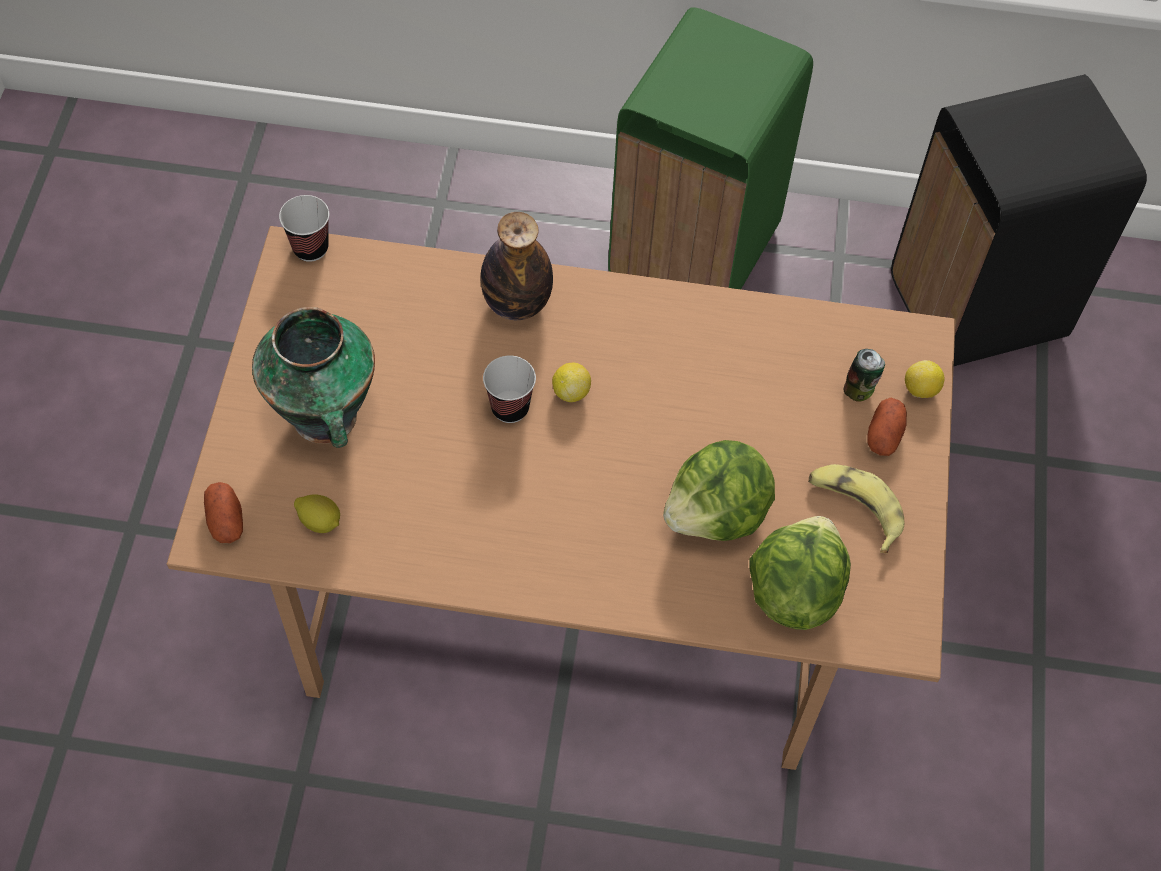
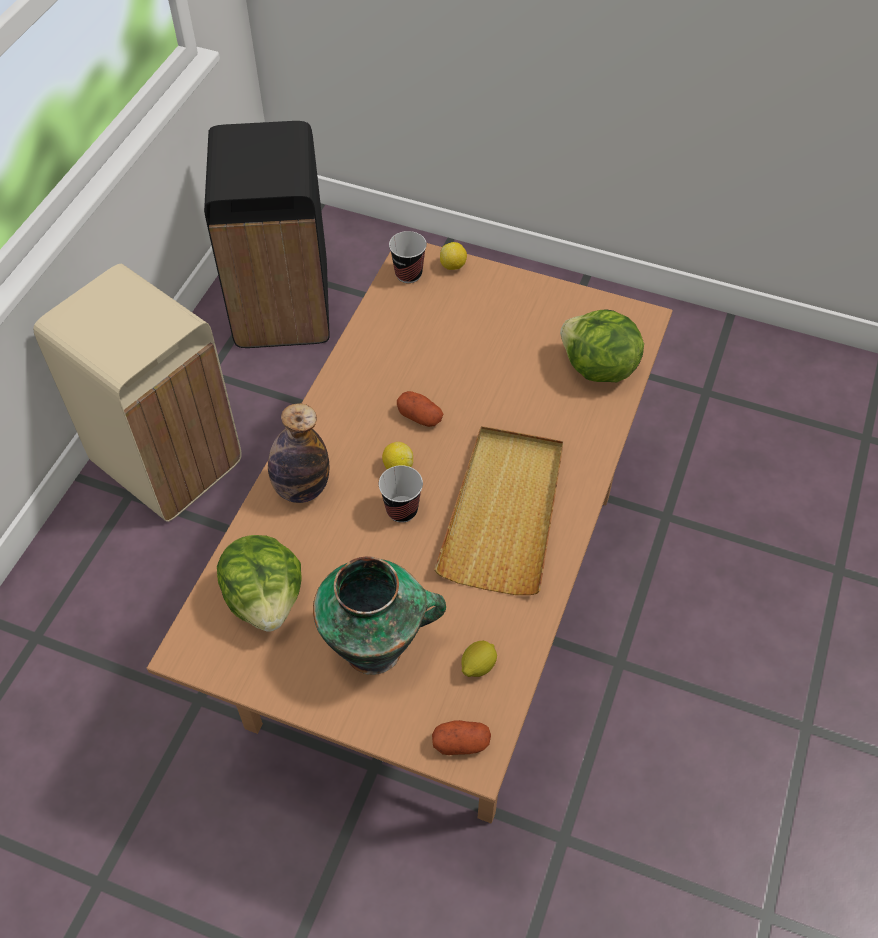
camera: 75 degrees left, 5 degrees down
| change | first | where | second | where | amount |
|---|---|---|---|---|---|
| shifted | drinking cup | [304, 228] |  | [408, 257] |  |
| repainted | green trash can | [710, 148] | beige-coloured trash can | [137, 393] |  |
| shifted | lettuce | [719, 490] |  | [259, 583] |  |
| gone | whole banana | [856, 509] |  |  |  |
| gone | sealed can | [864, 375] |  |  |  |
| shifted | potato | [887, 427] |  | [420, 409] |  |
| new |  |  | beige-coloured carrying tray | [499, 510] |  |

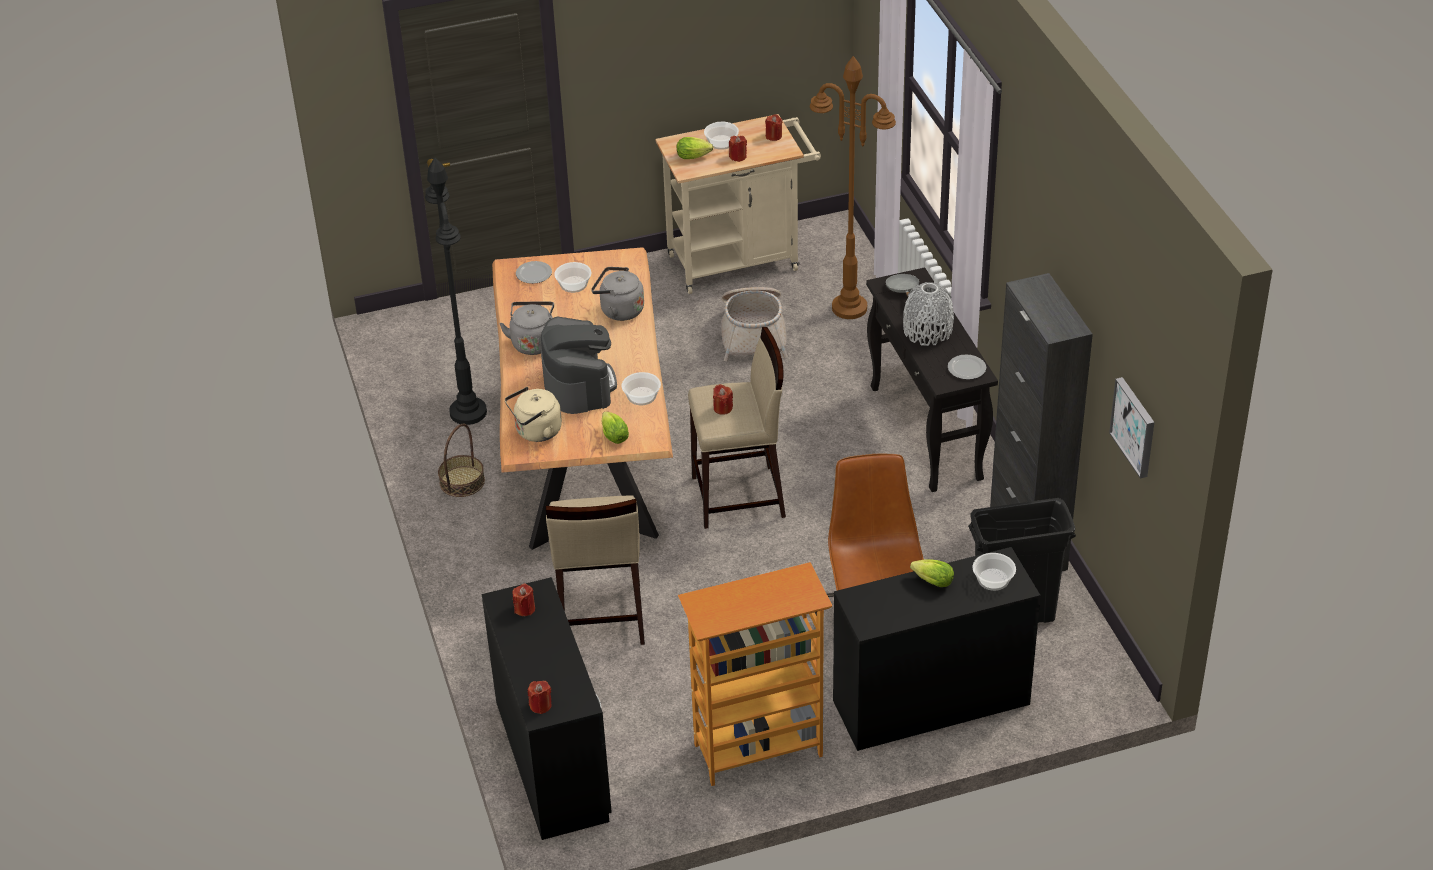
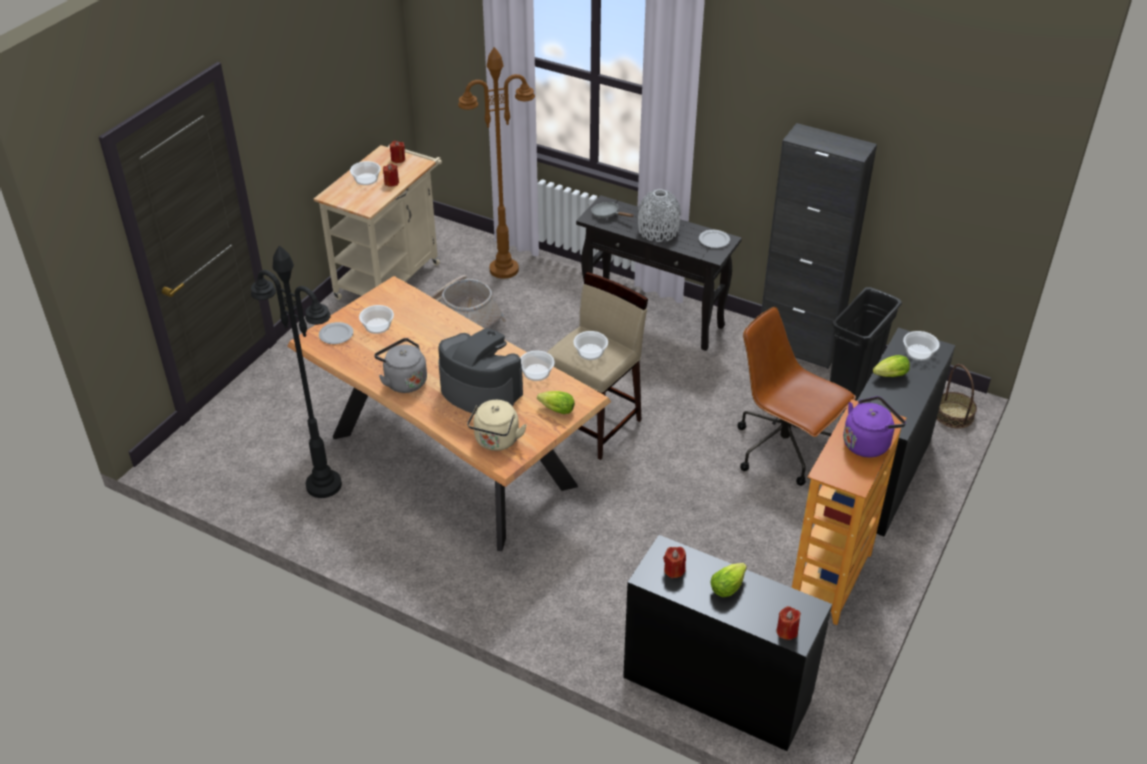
camera: 45 degrees left, 0 degrees up
| change | first | where | second | where | amount |
|---|---|---|---|---|---|
| shifted | basket | [461, 460] |  | [957, 396] |  |
| gone | beige-coloured stool seat | [595, 570] |  |  |  |
| gone | grey tea kettle | [617, 294] |  |  |  |
| shifted | lettuce | [695, 148] |  | [728, 580] |  |
| swapped | reddish wax light | [723, 399] | deep dish | [590, 345] |  |
| gone | wall art | [1131, 427] |  |  |  |
| new |  |  | purple-coloured tea kettle | [874, 427] |  |

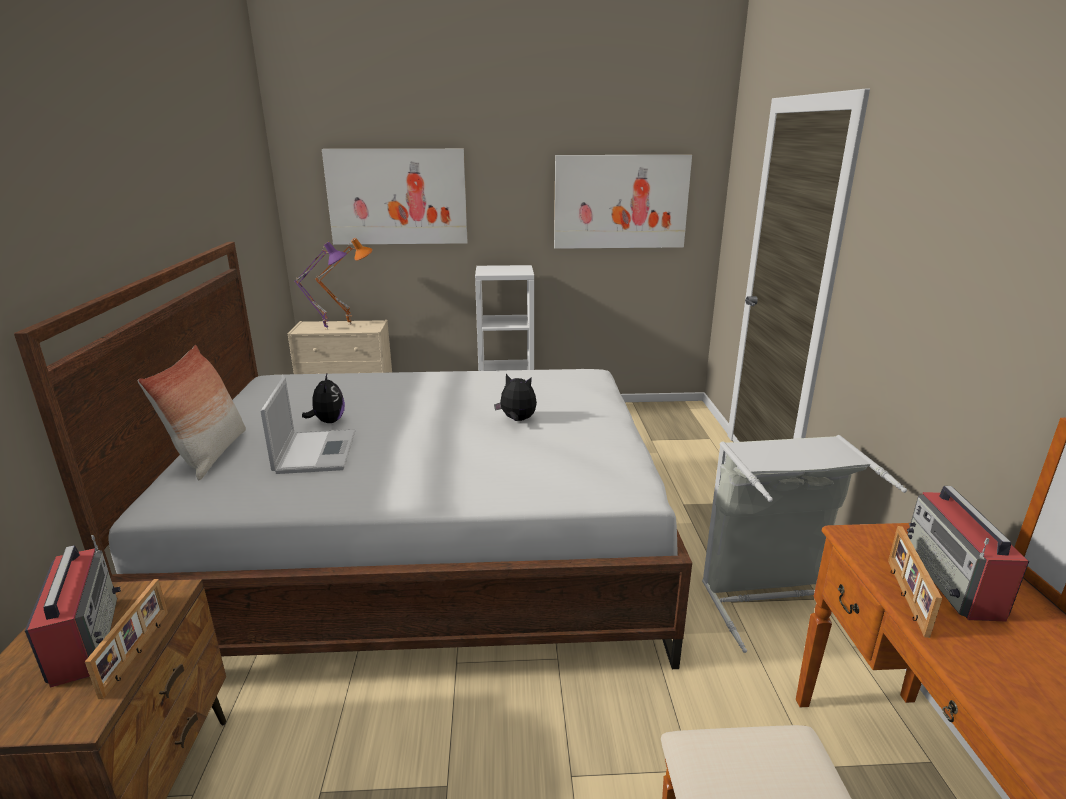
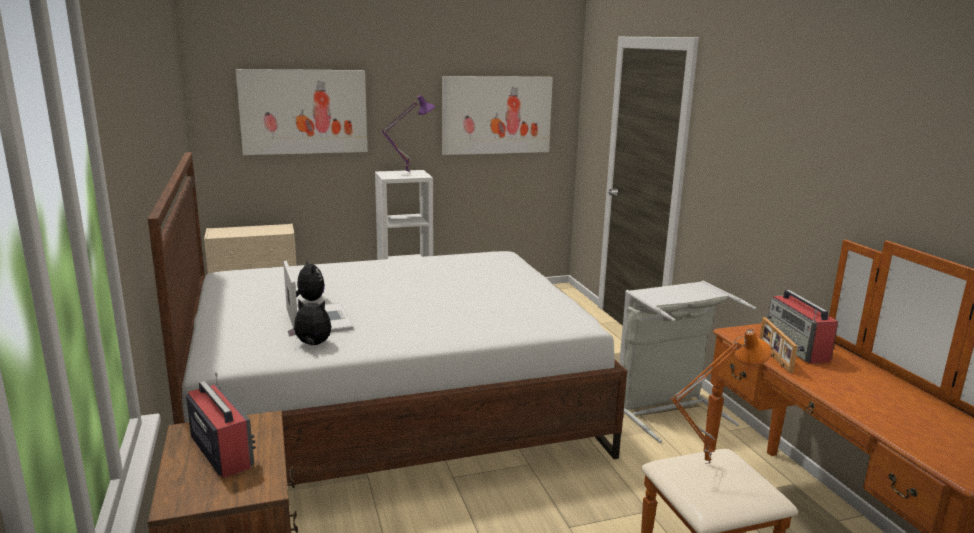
camera: 15 degrees left, 5 degrees down
| change | first | where | second | where | amount |
|---|---|---|---|---|---|
| gone | photo frame | [126, 639] |  |  |  |
| gone | pillow | [192, 412] |  |  |  |
| shifted | purple-coloured tabletop lamp | [320, 286] |  | [408, 134] |  |
| shifted | orange tabletop lamp | [344, 280] |  | [721, 396] |  |
| shifted | plush toy | [515, 397] |  | [309, 322] |  |

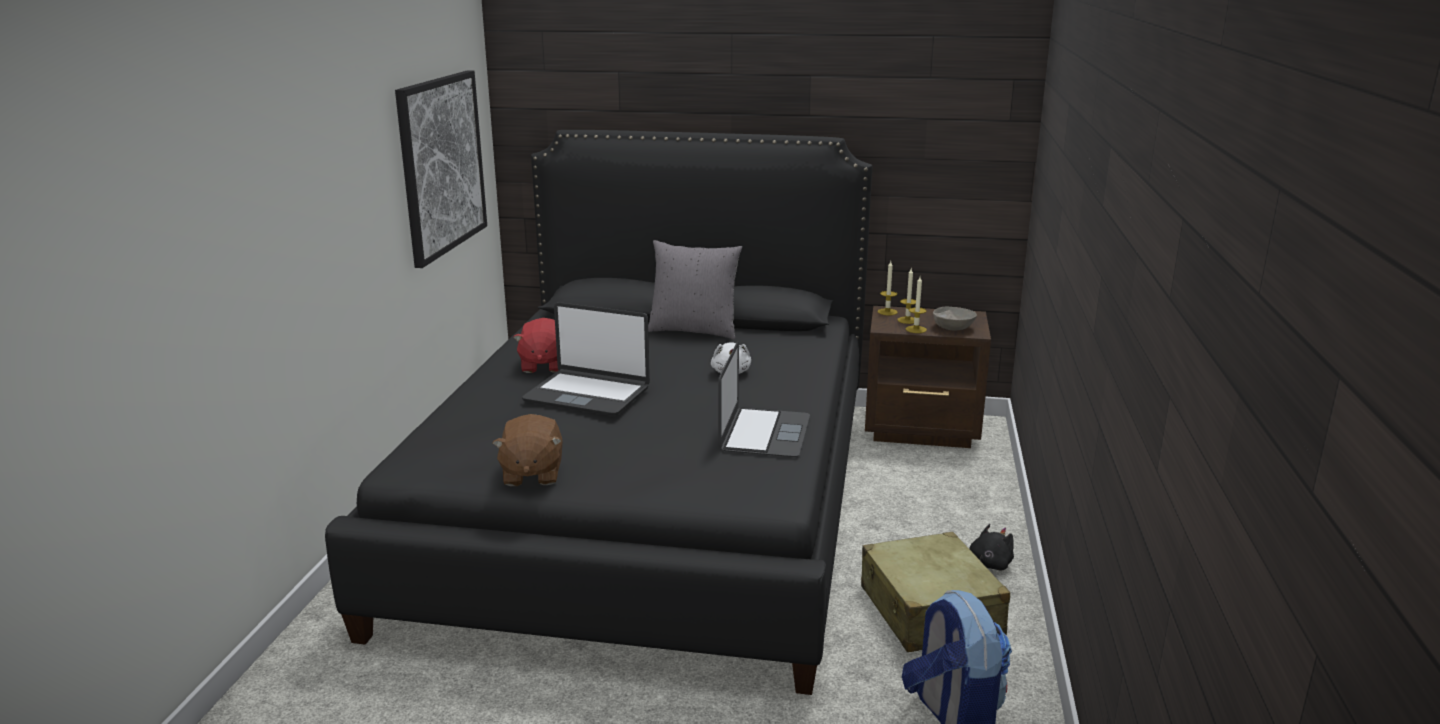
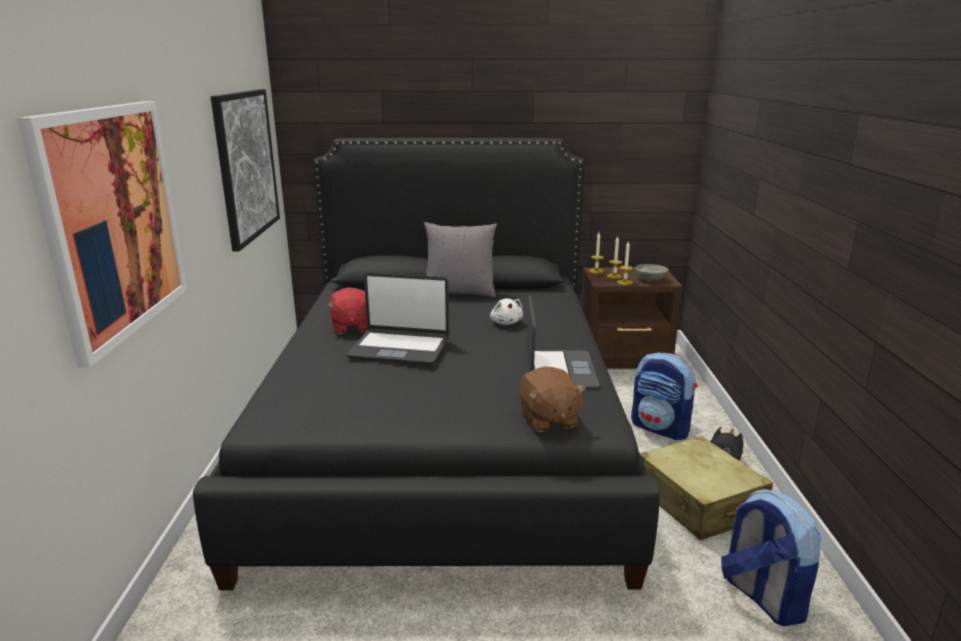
camera: 10 degrees left, 0 degrees up
| change | first | where | second | where | amount |
|---|---|---|---|---|---|
| shifted | brownish plush toy | [528, 450] |  | [552, 399] |  |
| new |  |  | wall art | [102, 234] |  |
| new |  |  | backpack | [664, 396] |  |

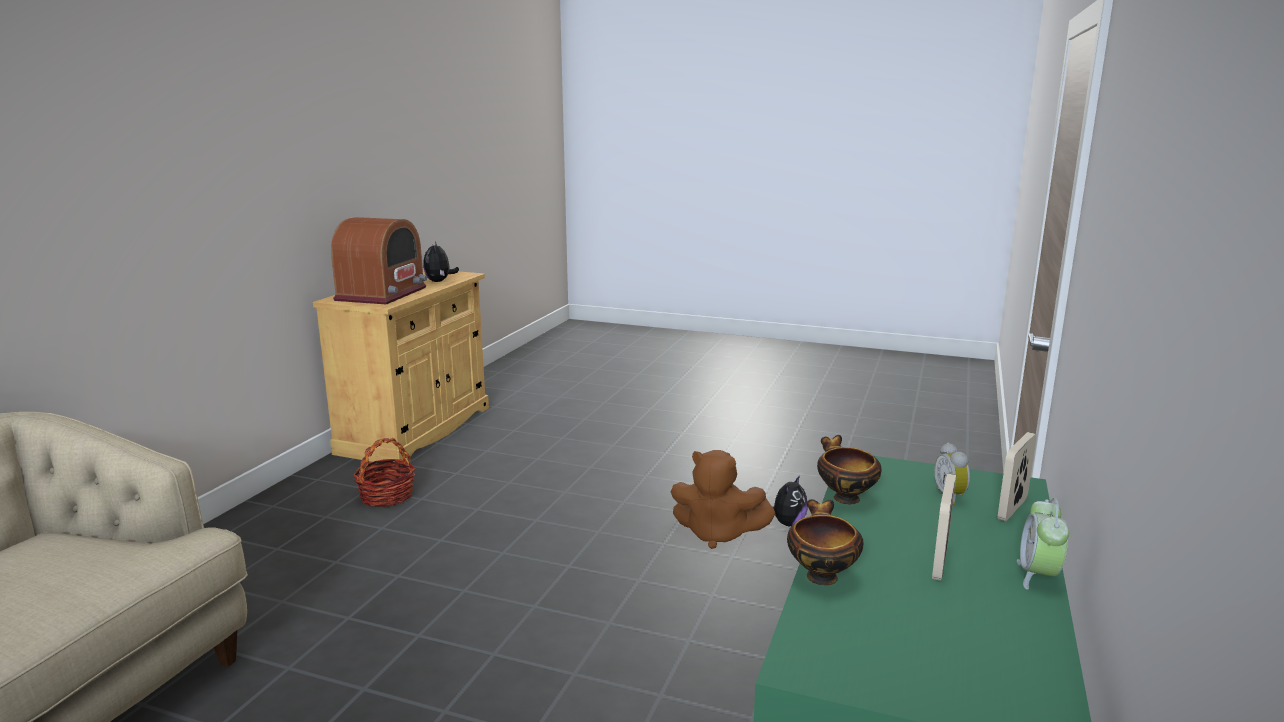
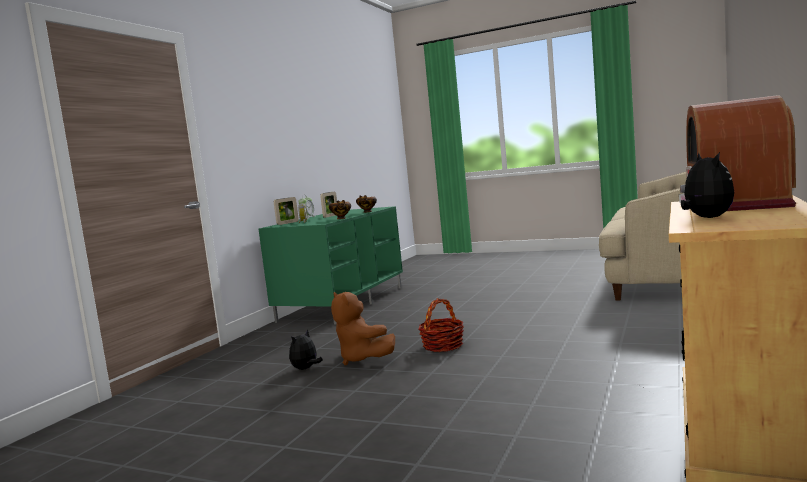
camera: 175 degrees left, 10 degrees down
| change | first | where | second | where | amount |
|---|---|---|---|---|---|
| shifted | basket | [384, 472] |  | [441, 325] |  |
| rotated | brownish plush toy | [723, 499] |  | [363, 328] | 150 degrees counterclockwise |

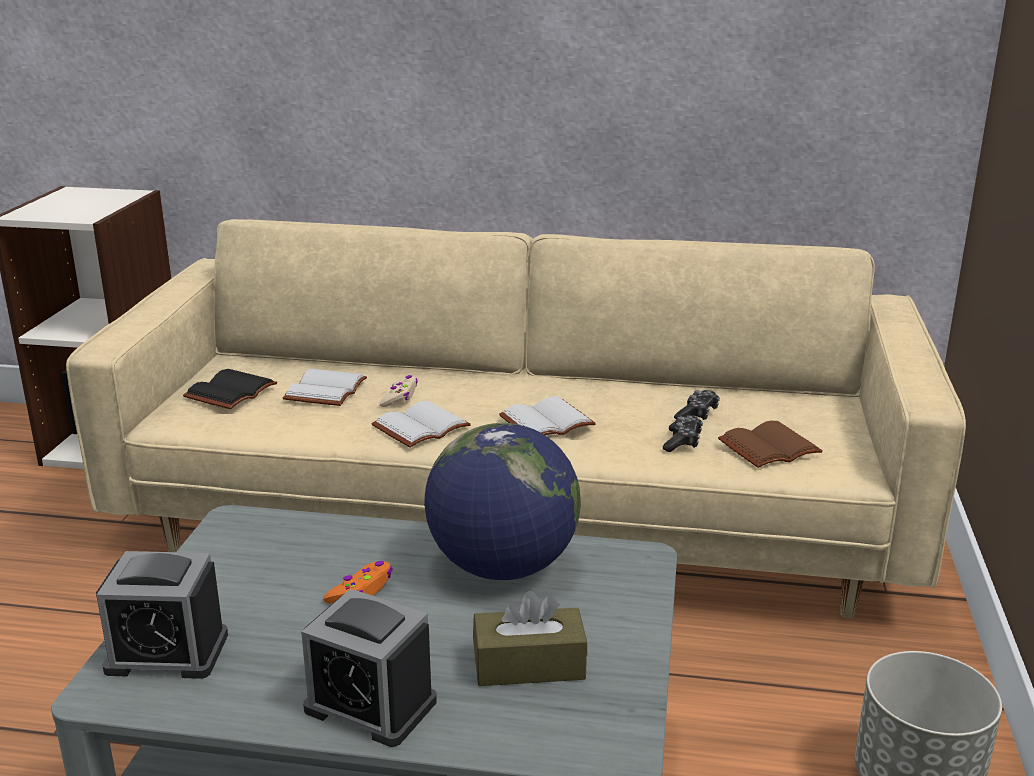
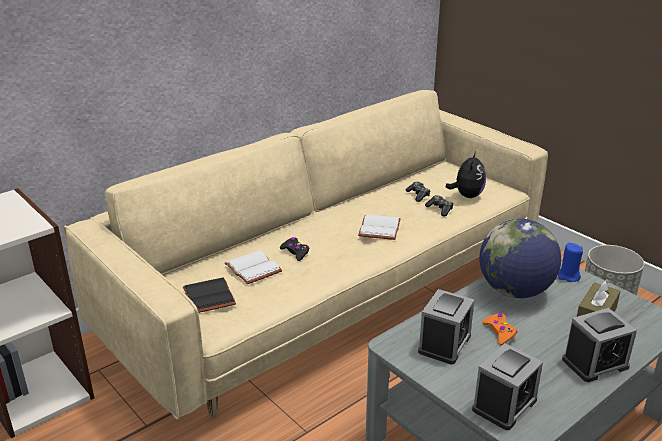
camera: 50 degrees left, 5 degrees up
| change | first | where | second | where | amount |
|---|---|---|---|---|---|
| gone | whitish volume | [421, 424] |  |  |  |
| repainted | beige-coloured gamepad | [398, 391] | black-coloured gamepad | [295, 249] |  |
| swapped | brownish volume | [770, 444] | plush toy | [466, 174] |  |
| new |  |  | alarm clock | [446, 326] |  |
| new |  |  | blue-coloured wax light | [570, 262] |  |

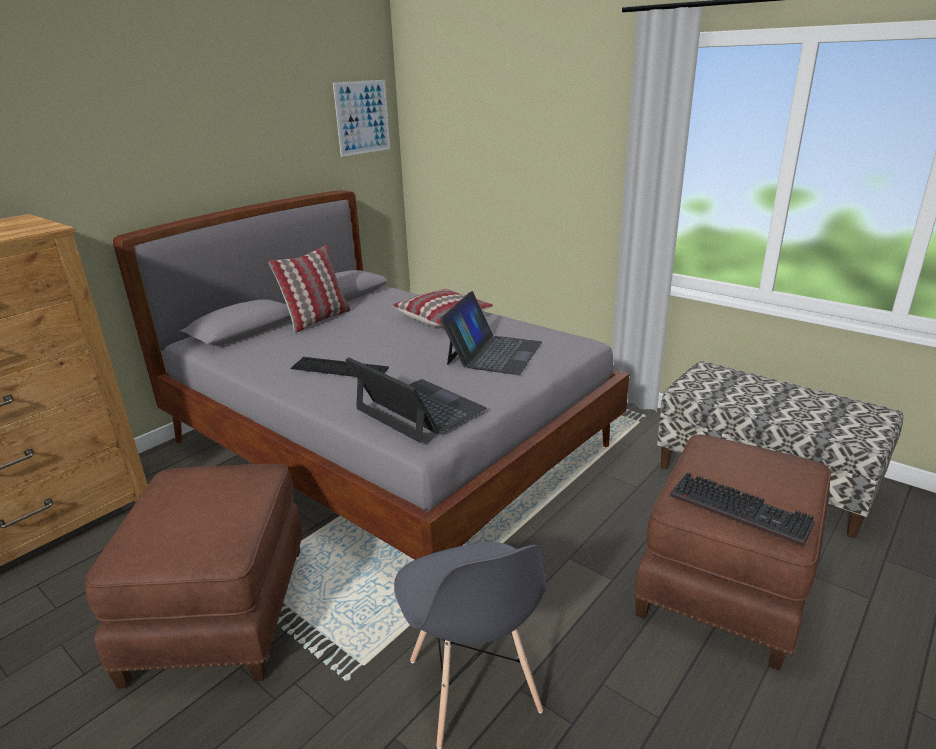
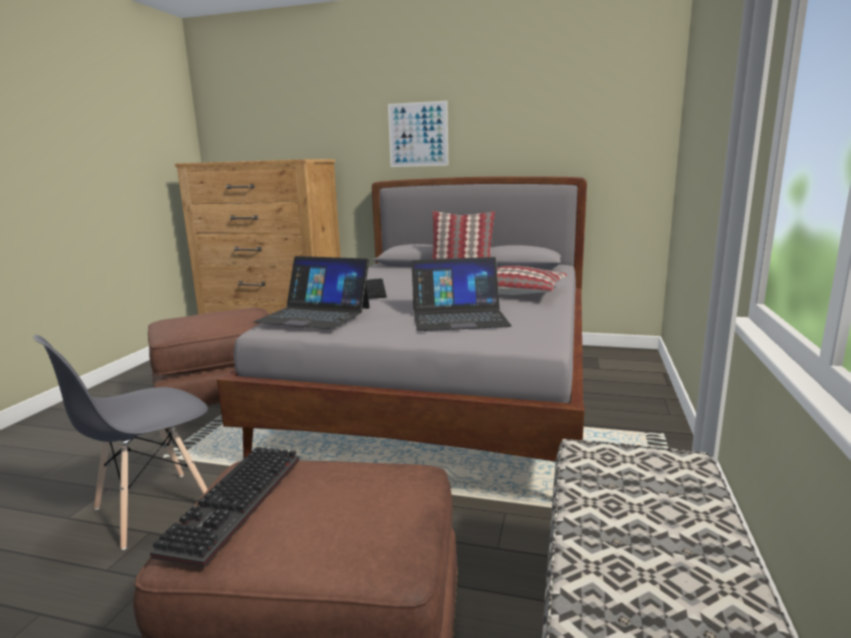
camera: 65 degrees right, 10 degrees down
| change | first | where | second | where | amount |
|---|---|---|---|---|---|
| shifted | wall art | [361, 118] |  | [418, 134] |  |
| rotated | notebook computer | [416, 400] |  | [312, 292] | 90 degrees clockwise |

